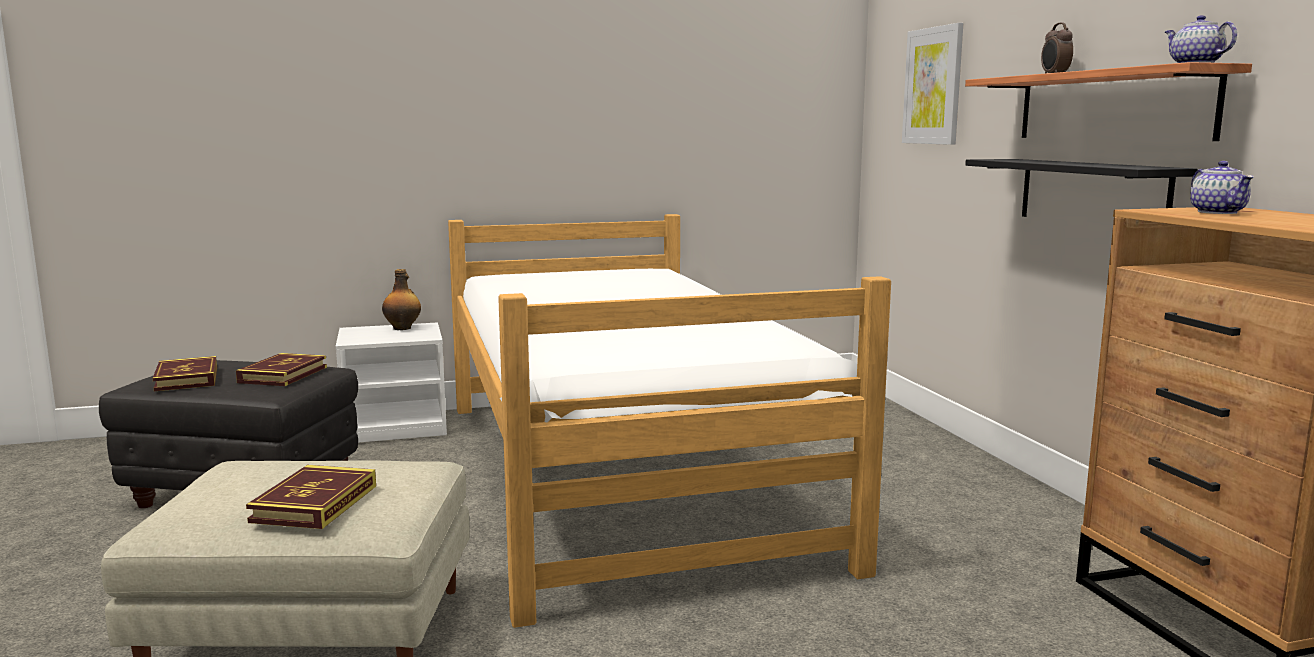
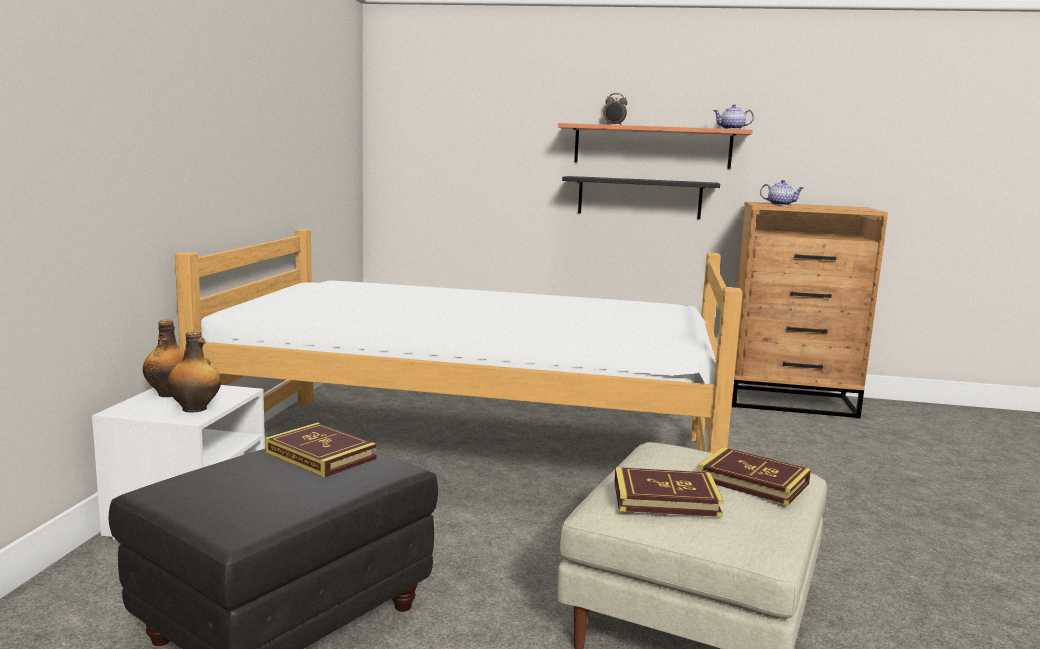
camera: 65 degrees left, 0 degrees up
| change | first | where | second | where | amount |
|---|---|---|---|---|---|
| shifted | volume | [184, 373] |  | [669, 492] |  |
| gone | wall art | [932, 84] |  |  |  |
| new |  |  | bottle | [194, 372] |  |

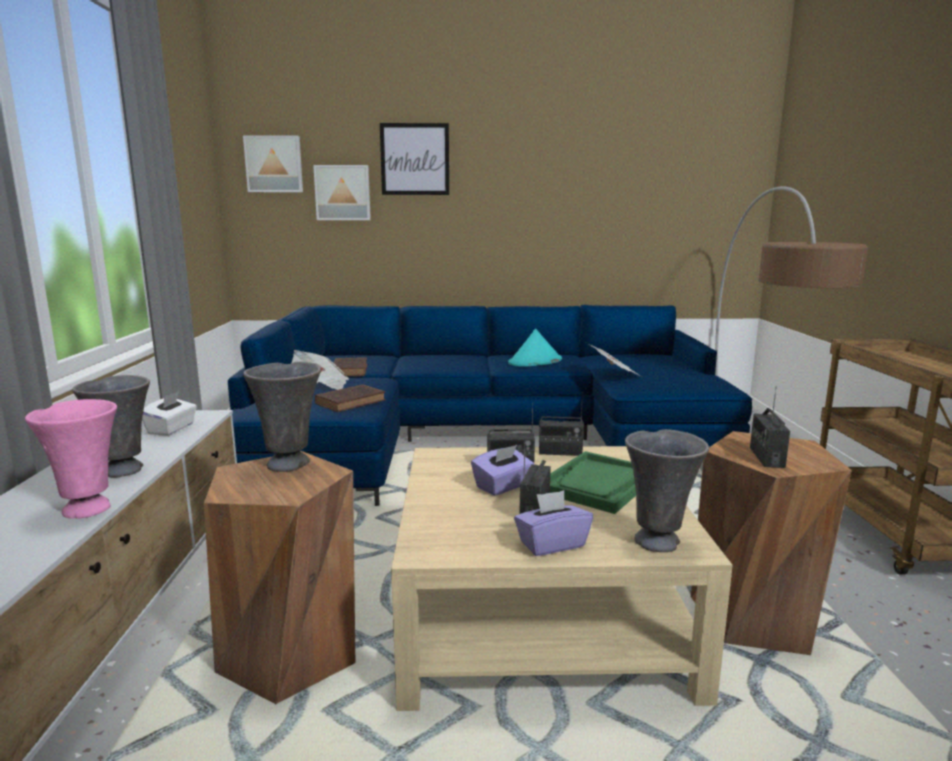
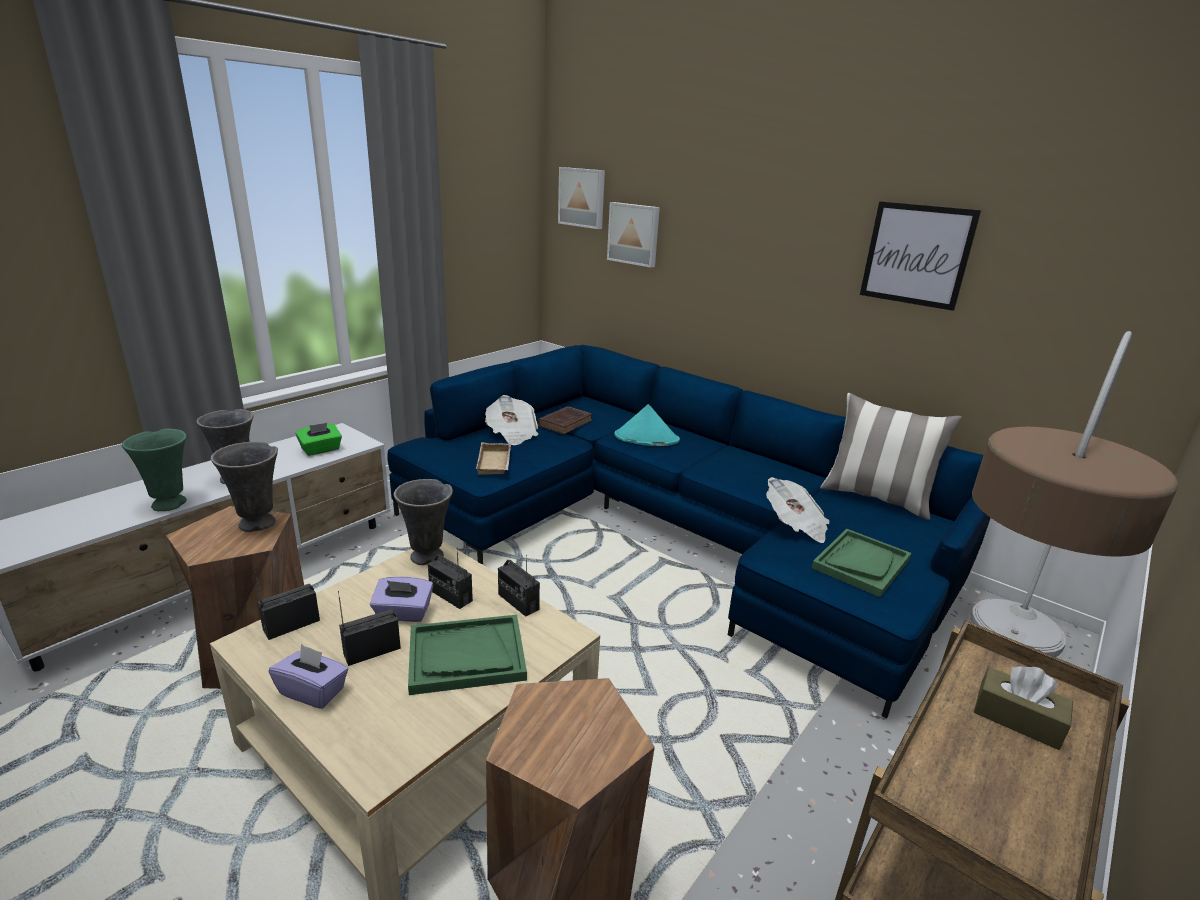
camera: 40 degrees right, 10 degrees up
| change | first | where | second | where | amount |
|---|---|---|---|---|---|
| repainted | pink-coloured flower vase | [71, 458] | green flower vase | [154, 470] |  |
| repainted | whitish box of tissues | [169, 413] | green box of tissues | [318, 439] |  |
| swapped | brownish volume | [350, 398] | beige-coloured carrying tray | [493, 458] |  |
| shifted | wall art | [414, 159] |  | [921, 256] |  |
| shifted | turquoise clothing hat | [535, 348] |  | [647, 425] |  |
| shifted | grey flower vase | [667, 490] |  | [423, 522] |  |
| shifted | radio receiver | [770, 427] |  | [287, 604] |  |
| new |  |  | green carrying tray | [861, 563] |  |
| new |  |  | pillow | [891, 457] |  |
| new |  |  | brownish box of tissues | [1023, 708] |  |

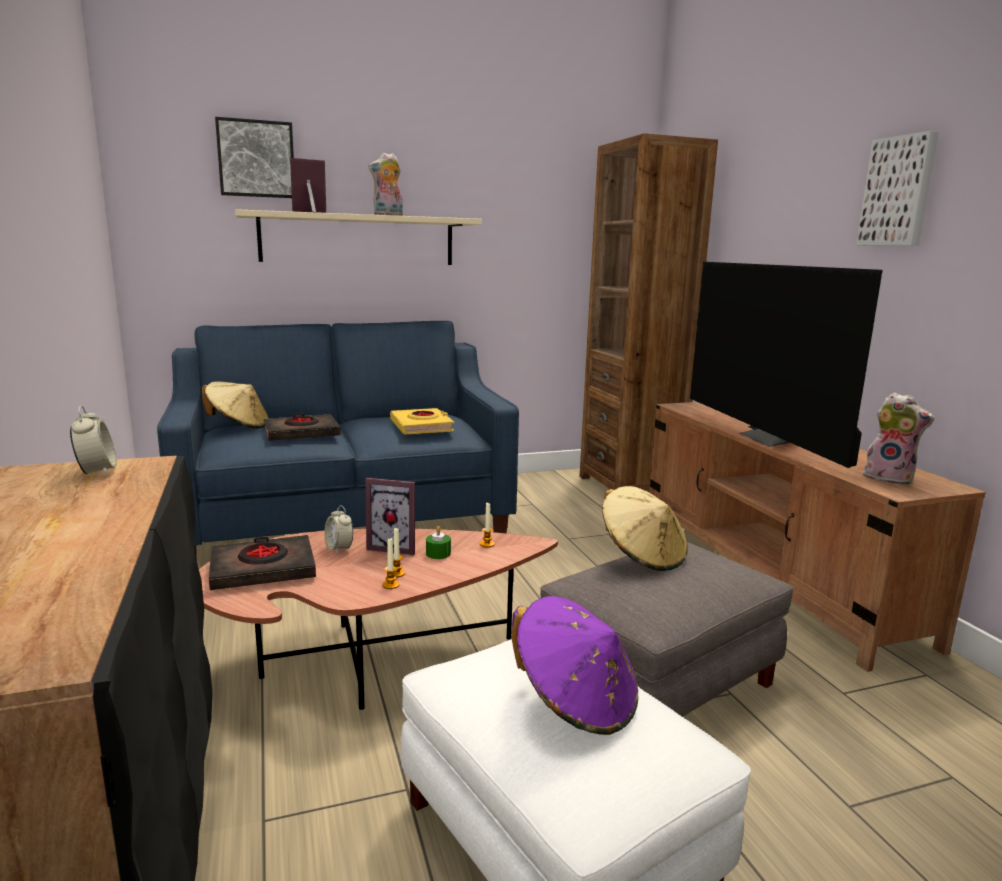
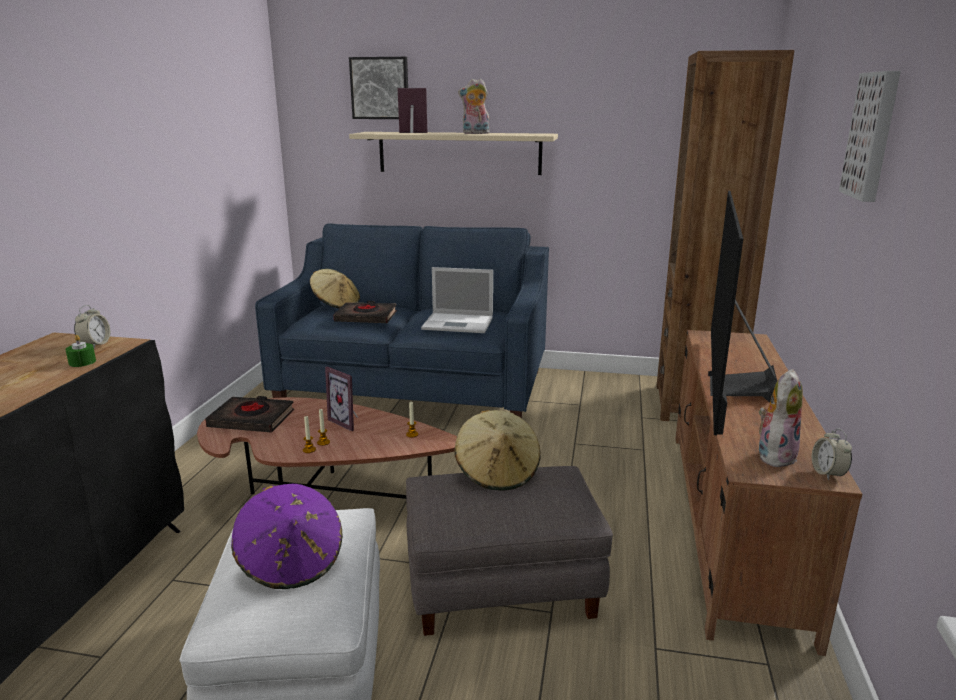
camera: 30 degrees right, 5 degrees up
| change | first | where | second | where | amount |
|---|---|---|---|---|---|
| shifted | alarm clock | [338, 529] |  | [832, 454] |  |
| swapped | yellow volume | [422, 421] | notebook computer | [457, 300] |  |
| shifted | green wax light | [438, 542] |  | [80, 351] |  |
| rotated | plush toy | [898, 438] |  | [781, 418] | 120 degrees counterclockwise |

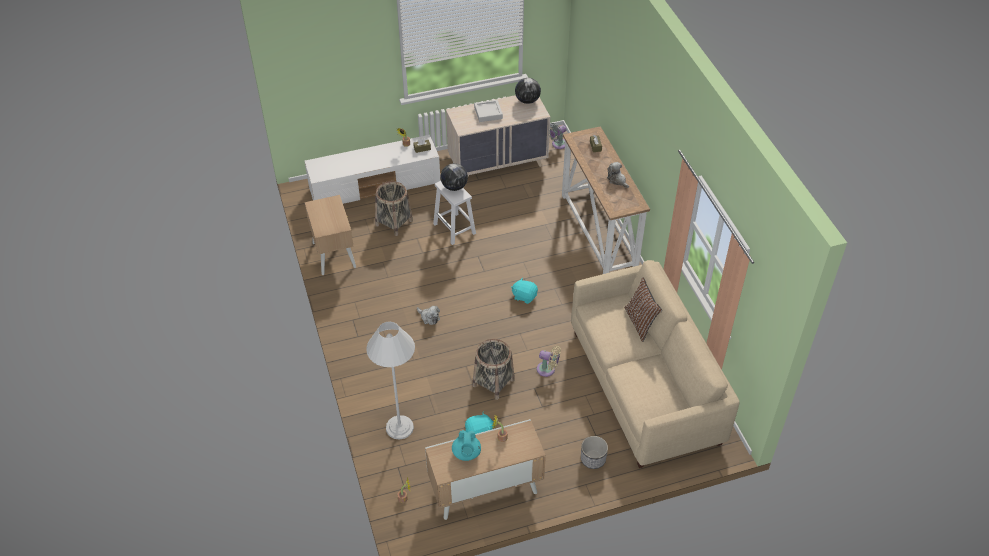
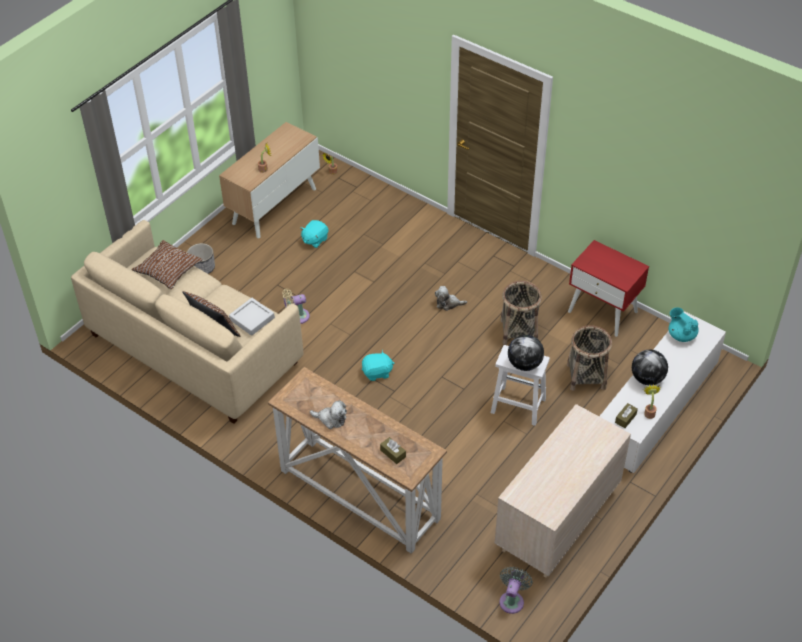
camera: 145 degrees right, 0 degrees up
| change | first | where | second | where | amount |
|---|---|---|---|---|---|
| repainted | beige-coloured night table | [330, 235] | reddish night table | [608, 288] |  |
| gone | whitish standard lamp | [390, 381] |  |  |  |
| shifted | turquoise teapot | [466, 445] |  | [684, 324] |  |
| shifted | basket | [493, 369] |  | [521, 313] |  |
| shifted | grey carrying tray | [488, 111] |  | [252, 317] |  |
| shifted | globe | [528, 91] |  | [650, 367] |  |
| new |  |  | brownish pillow | [167, 264] |  |

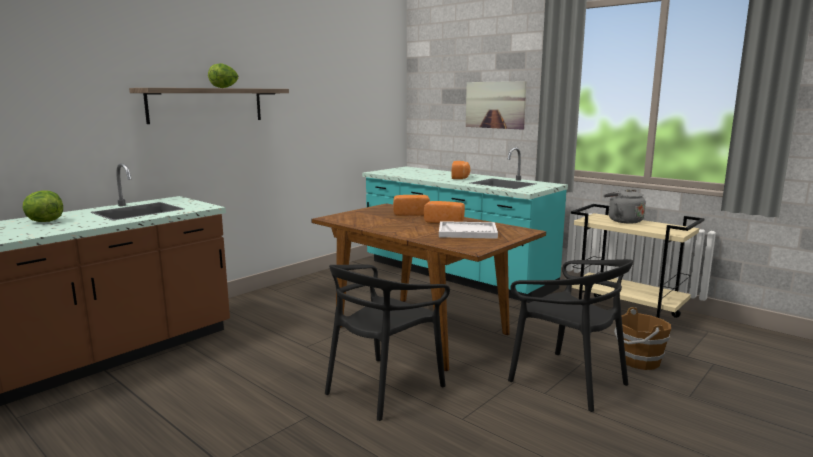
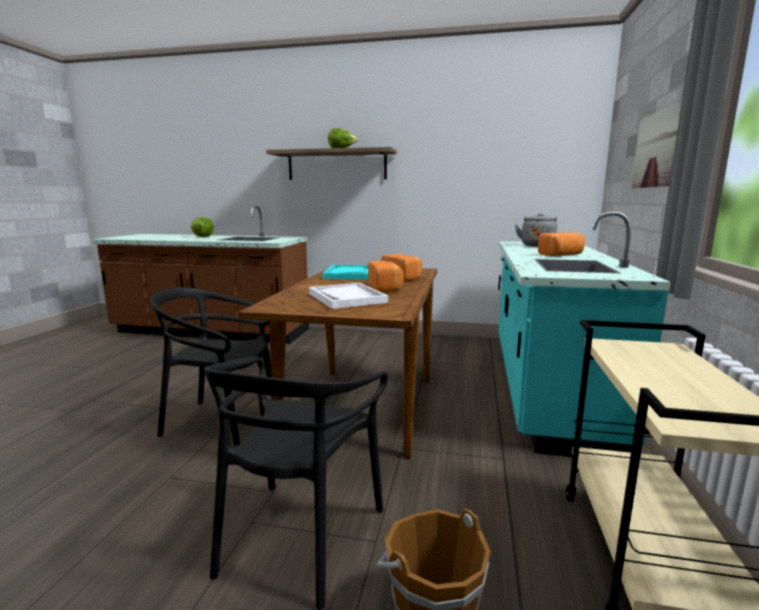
camera: 60 degrees right, 0 degrees up
| change | first | where | second | where | amount |
|---|---|---|---|---|---|
| shifted | grey tea kettle | [625, 206] |  | [536, 230] |  |
| new |  |  | turquoise carrying tray | [345, 272] |  |

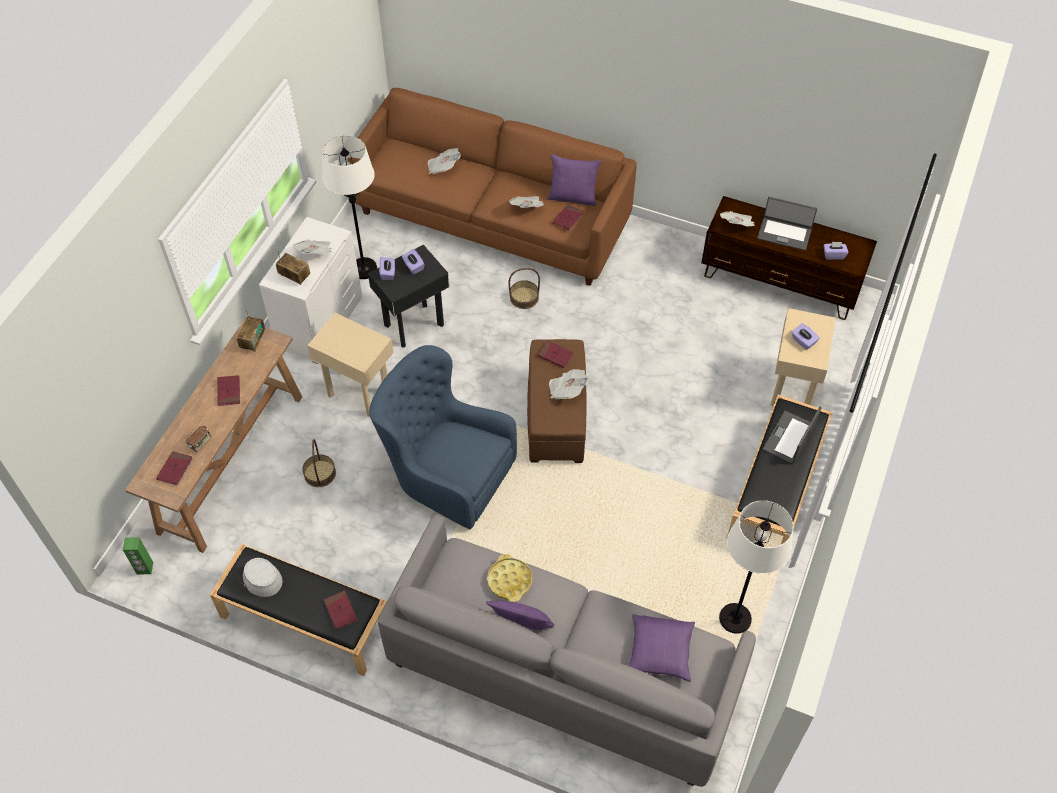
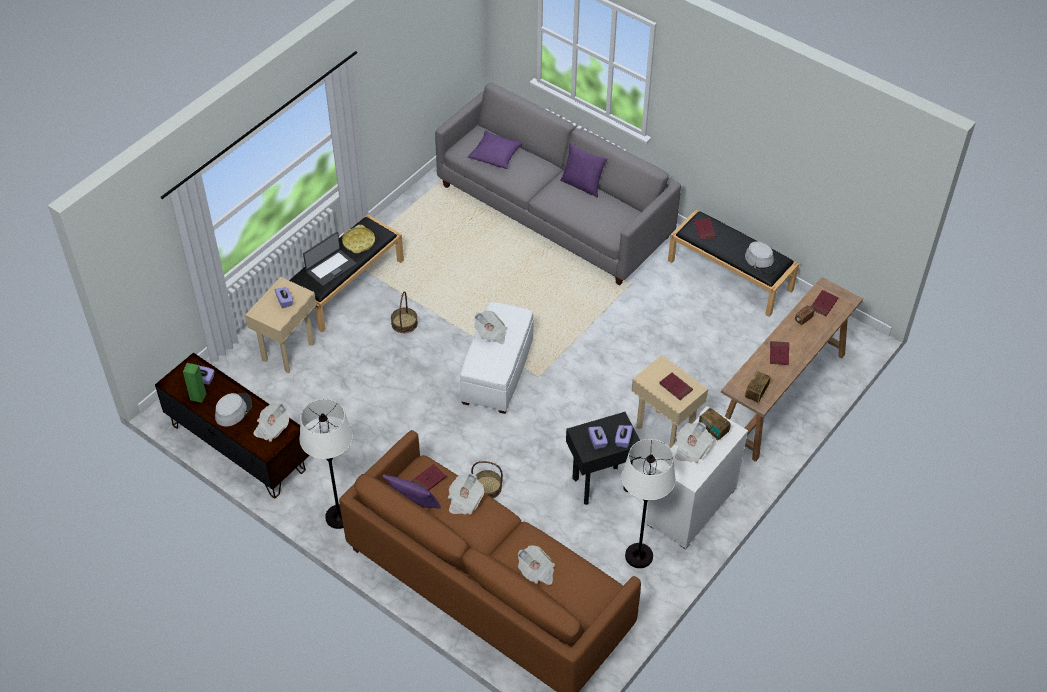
camera: 165 degrees left, 5 degrees down
| change | first | where | second | where | amount |
|---|---|---|---|---|---|
| shifted | green loudspeaker | [138, 556] |  | [194, 383] |  |
| shifted | basket | [319, 463] |  | [404, 312] |  |
| gone | blue-coloured armchair | [443, 437] |  |  |  |
| shifted | yellow carrying tray | [509, 578] |  | [358, 239] |  |
| repainted | brownish footrest | [557, 401] | whitish footrest | [497, 358] |  |
| shifted | reddish volume | [555, 354] |  | [676, 386] |  |
| shifted | whitish standard lamp | [756, 567] |  | [326, 464] |  |
| swapped | notebook computer | [787, 224] | grey clothing hat | [233, 409] |  |

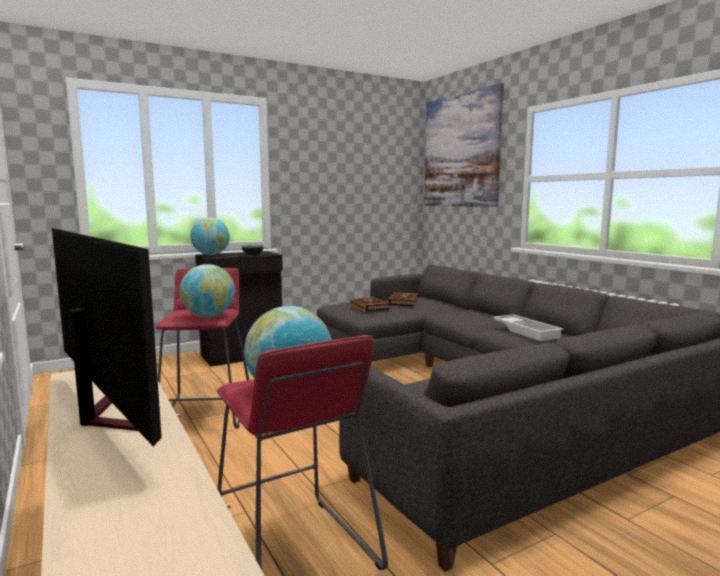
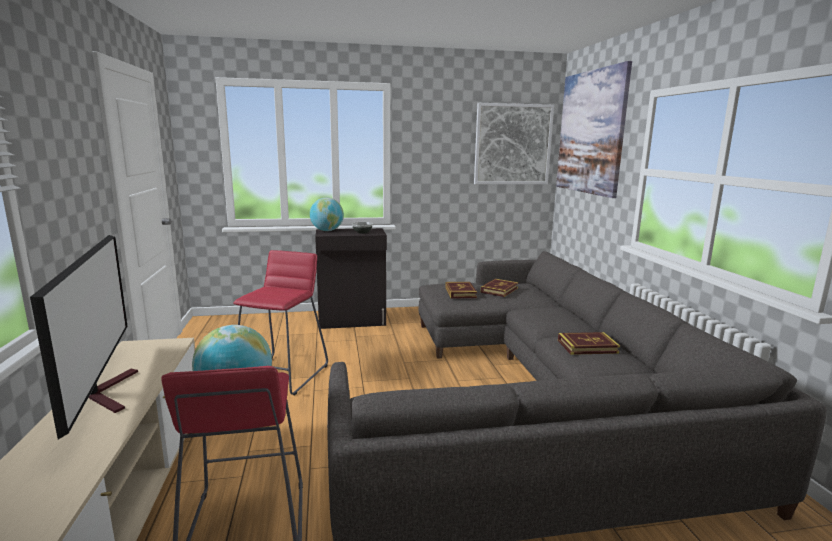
camera: 20 degrees right, 5 degrees up
| change | first | where | second | where | amount |
|---|---|---|---|---|---|
| gone | globe | [207, 290] |  |  |  |
| swapped | whitish carrying tray | [528, 327] | volume | [589, 343] |  |
| new |  |  | wall art | [514, 143] |  |

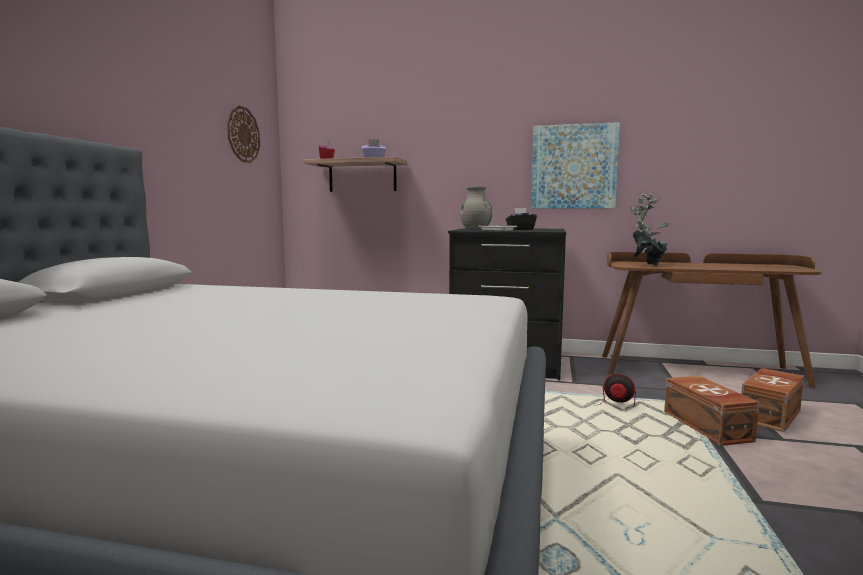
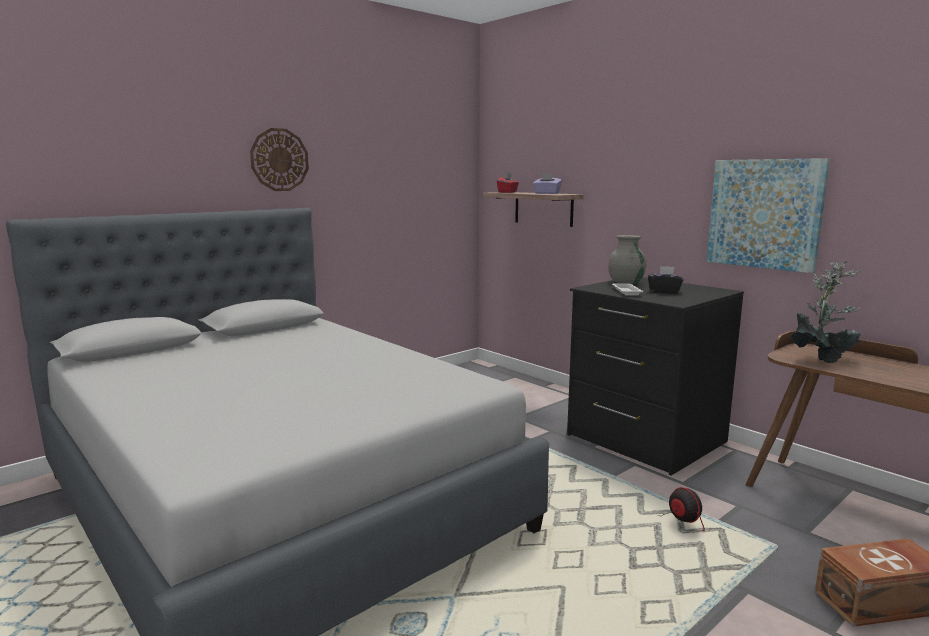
camera: 35 degrees right, 5 degrees up
| change | first | where | second | where | amount |
|---|---|---|---|---|---|
| shifted | wall clock | [243, 134] |  | [279, 159] |  |
| gone | brownish storage box | [712, 411] |  |  |  |

